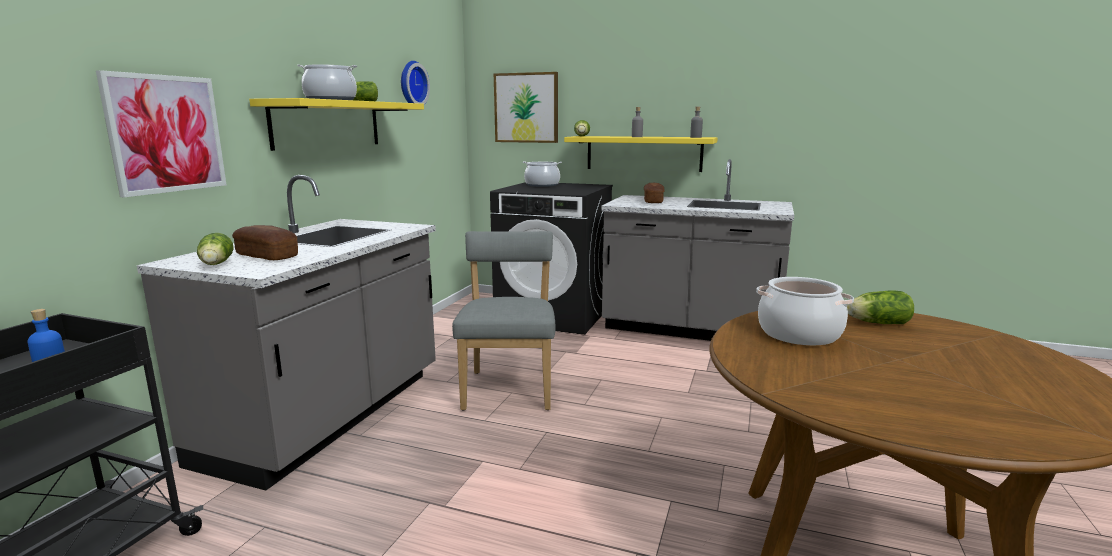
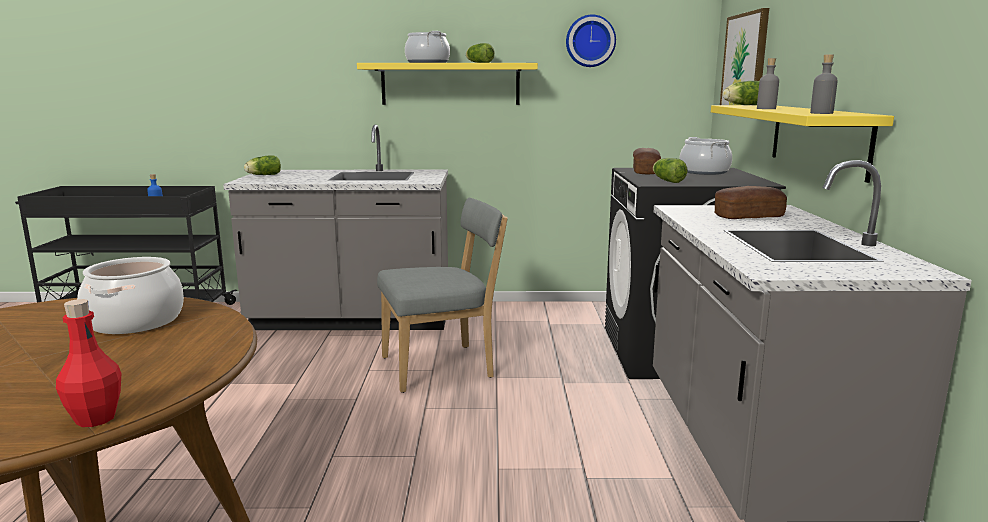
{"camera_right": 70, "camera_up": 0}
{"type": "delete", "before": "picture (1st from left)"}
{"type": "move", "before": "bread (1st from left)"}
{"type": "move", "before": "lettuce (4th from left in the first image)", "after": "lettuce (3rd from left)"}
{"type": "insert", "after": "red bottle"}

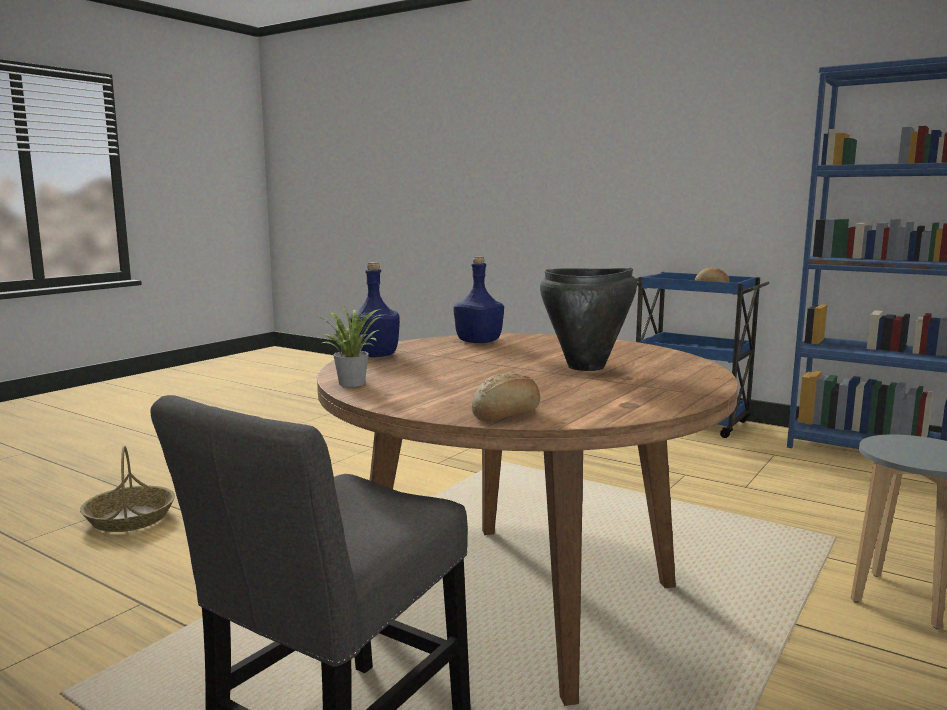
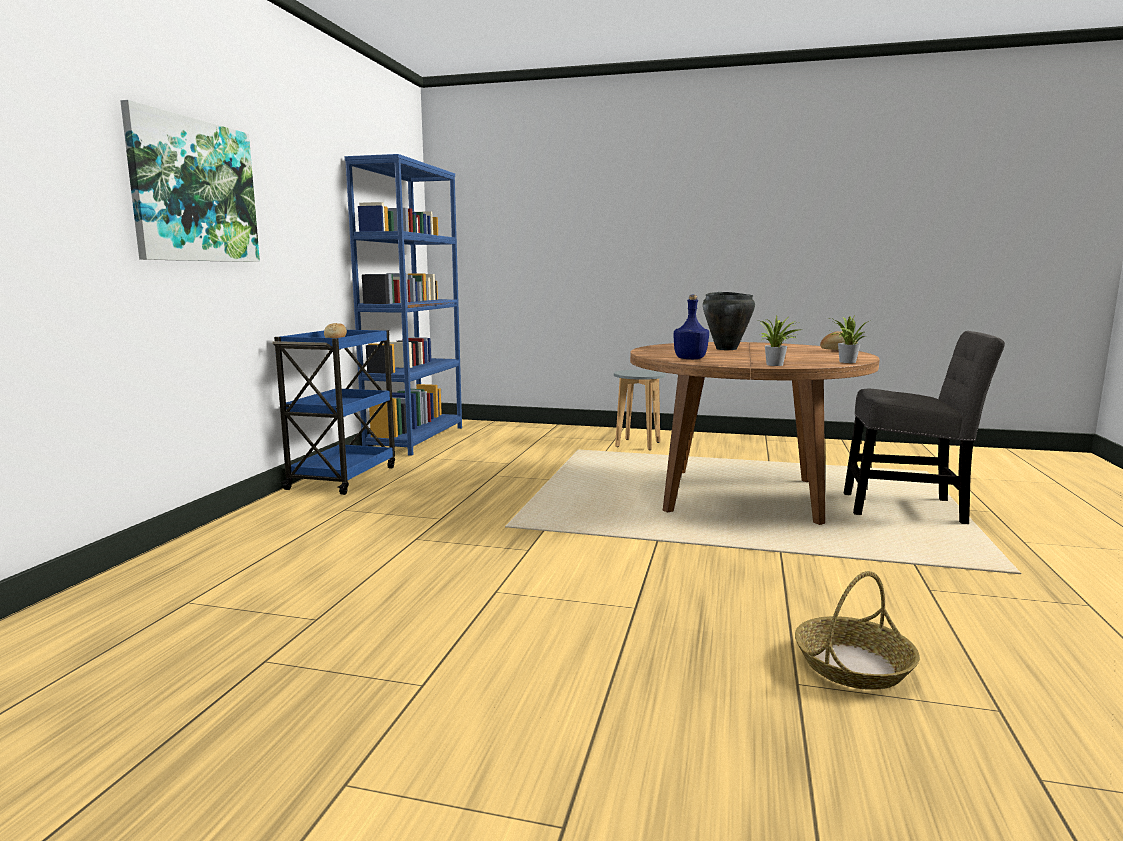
{"camera_right": -110, "camera_up": 0}
{"type": "replace", "before": "blue bottle (1st from left)", "after": "potted plant (1st from left)"}
{"type": "insert", "after": "picture"}

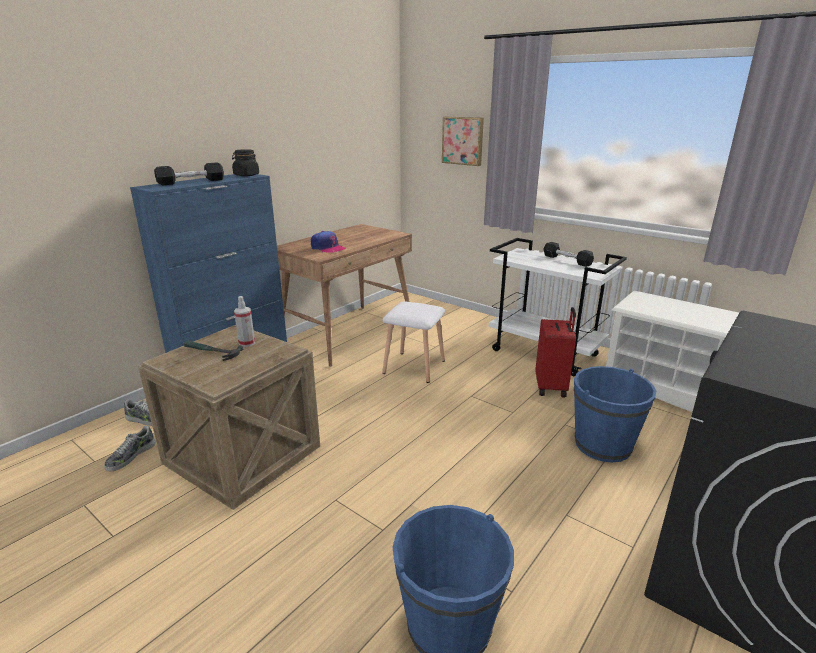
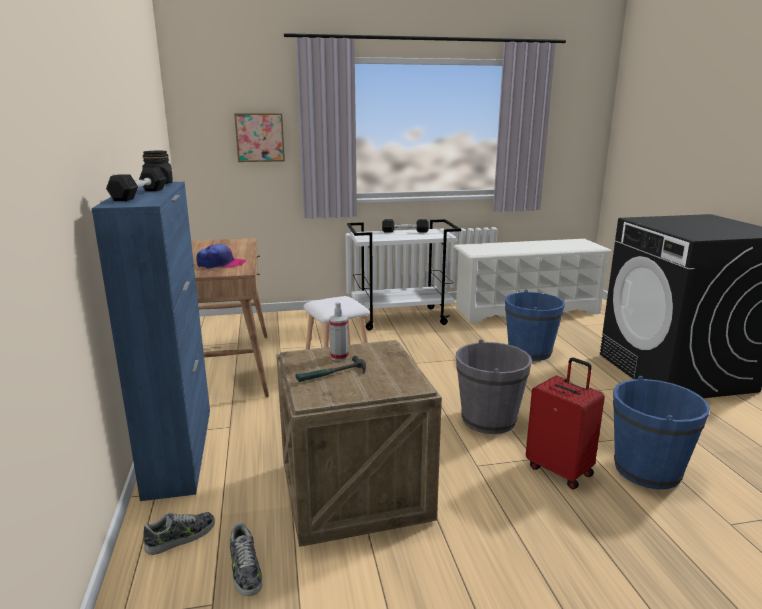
{"camera_right": -50, "camera_up": -5}
{"type": "move", "before": "red suitcase"}
{"type": "insert", "after": "grey bucket"}

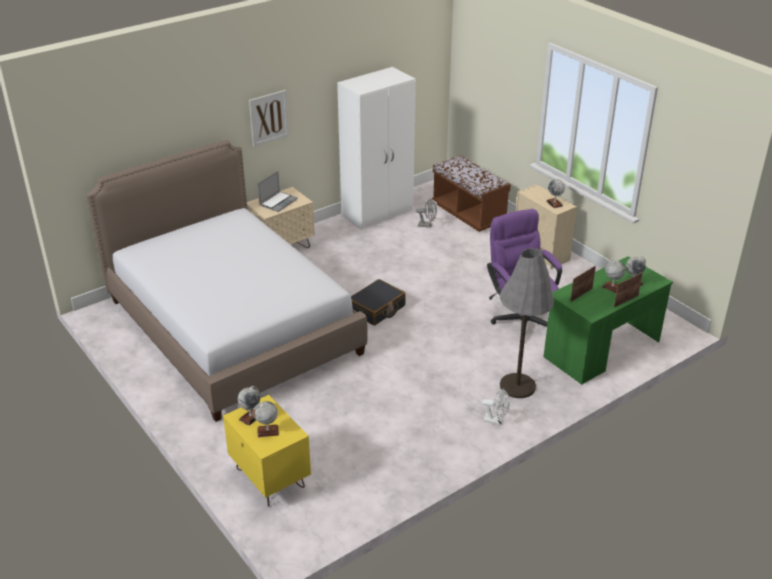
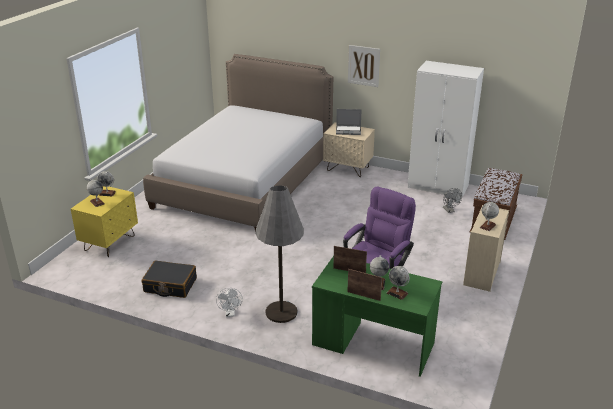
{"camera_right": 60, "camera_up": -5}
{"type": "move", "before": "black suitcase"}

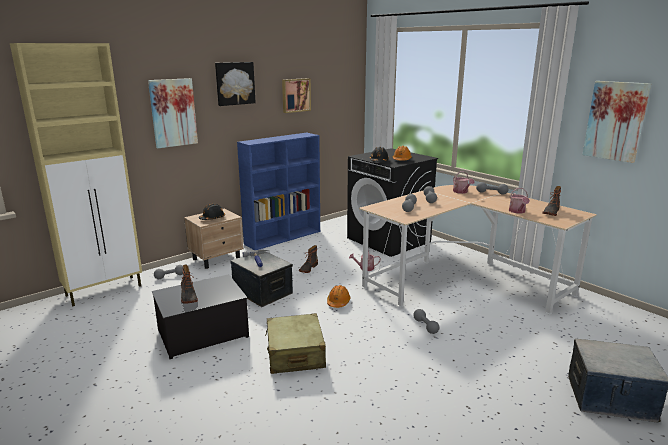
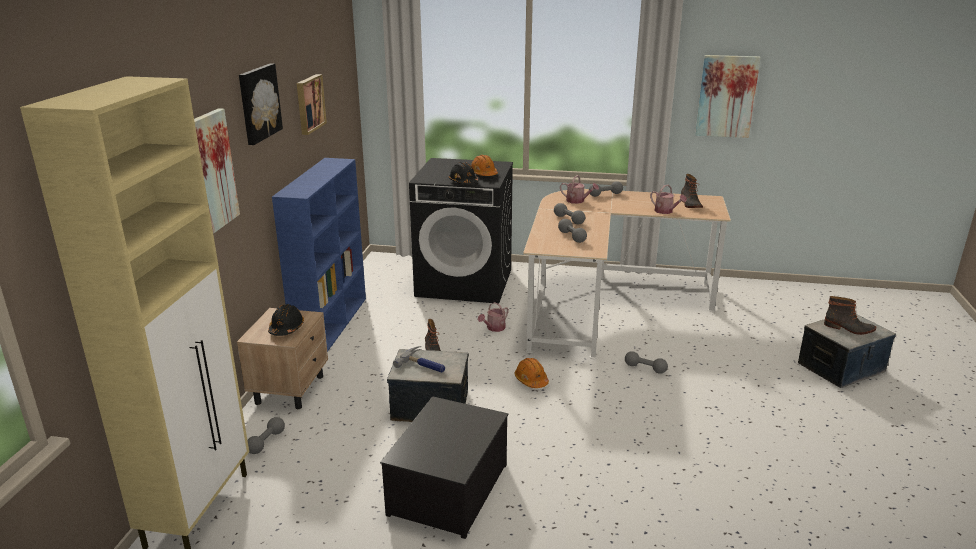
{"camera_right": -40, "camera_up": 5}
{"type": "move", "before": "boot (1st from left in the first image)", "after": "boot (3rd from left)"}
{"type": "delete", "before": "beige suitcase"}

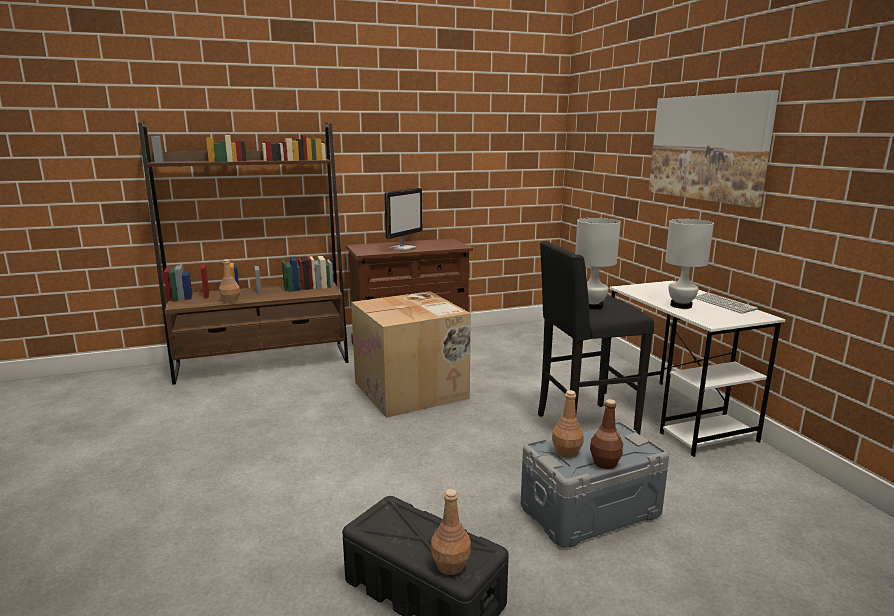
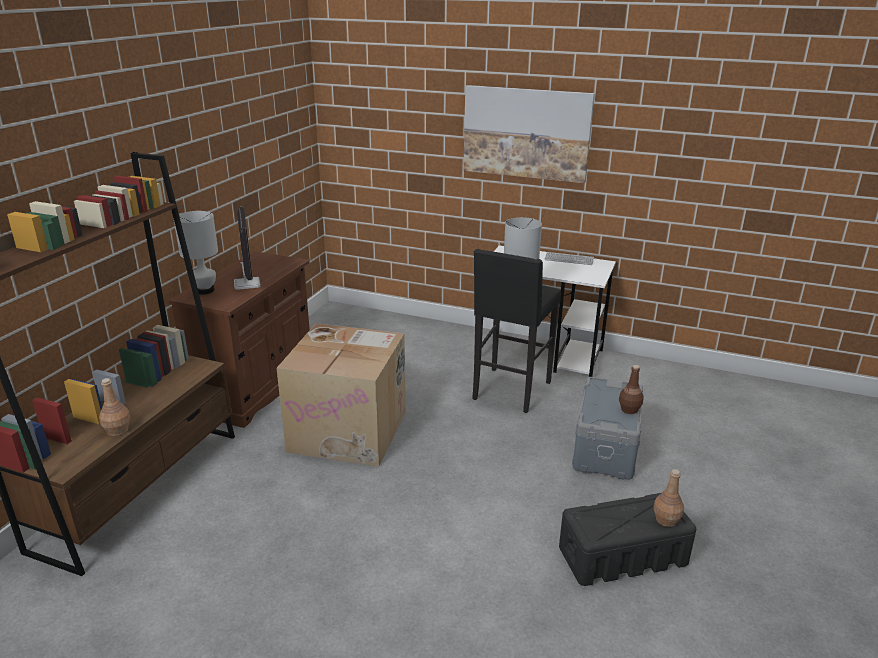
{"camera_right": -50, "camera_up": 10}
{"type": "move", "before": "white table lamp (2nd from left in the first image)", "after": "white table lamp (1st from left)"}
{"type": "delete", "before": "brown bottle (3rd from left)"}

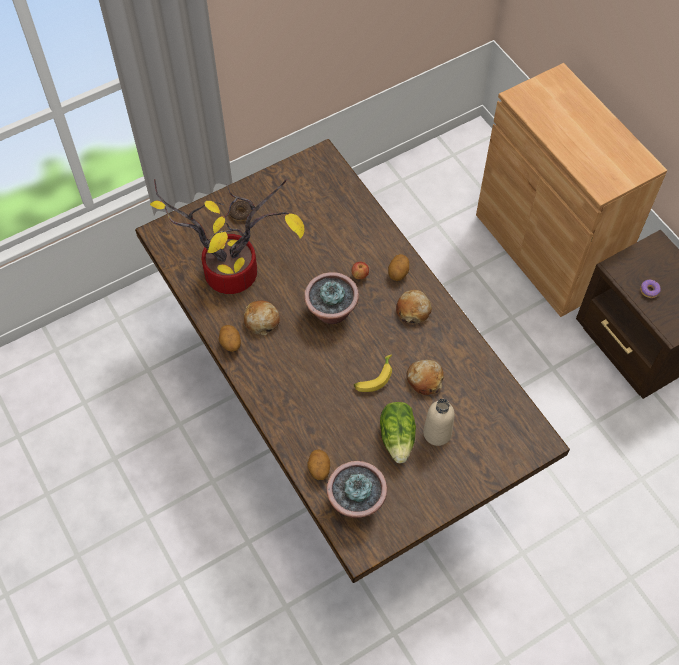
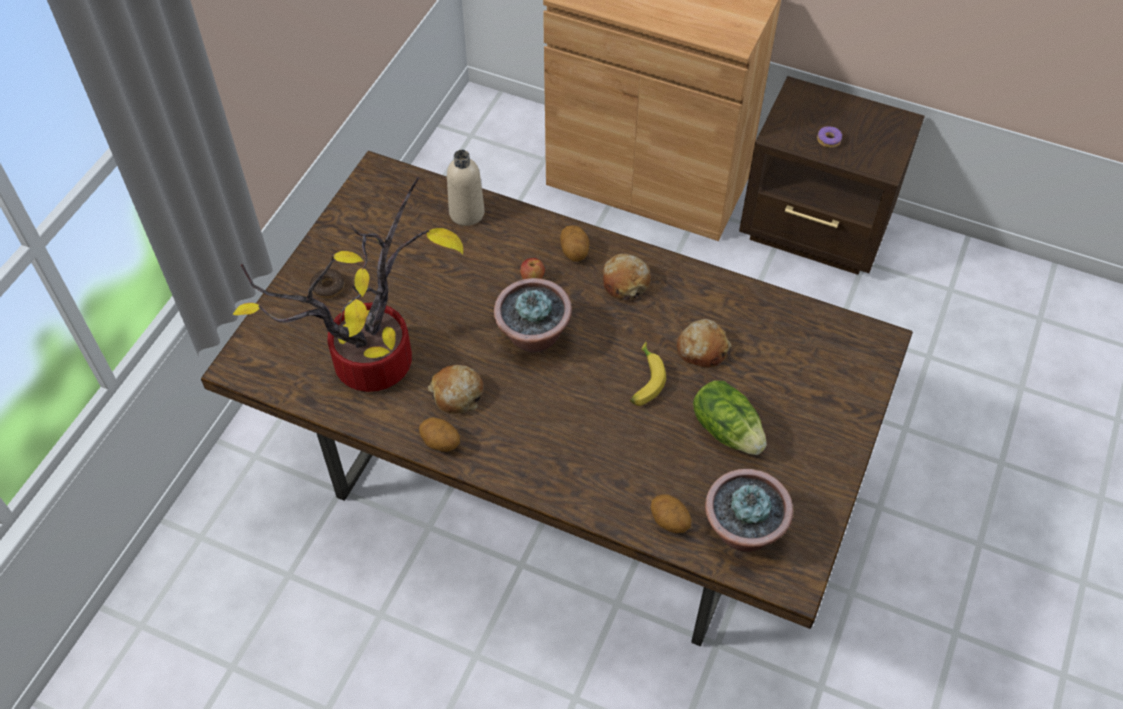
{"camera_right": -35, "camera_up": -5}
{"type": "move", "before": "beige bottle"}

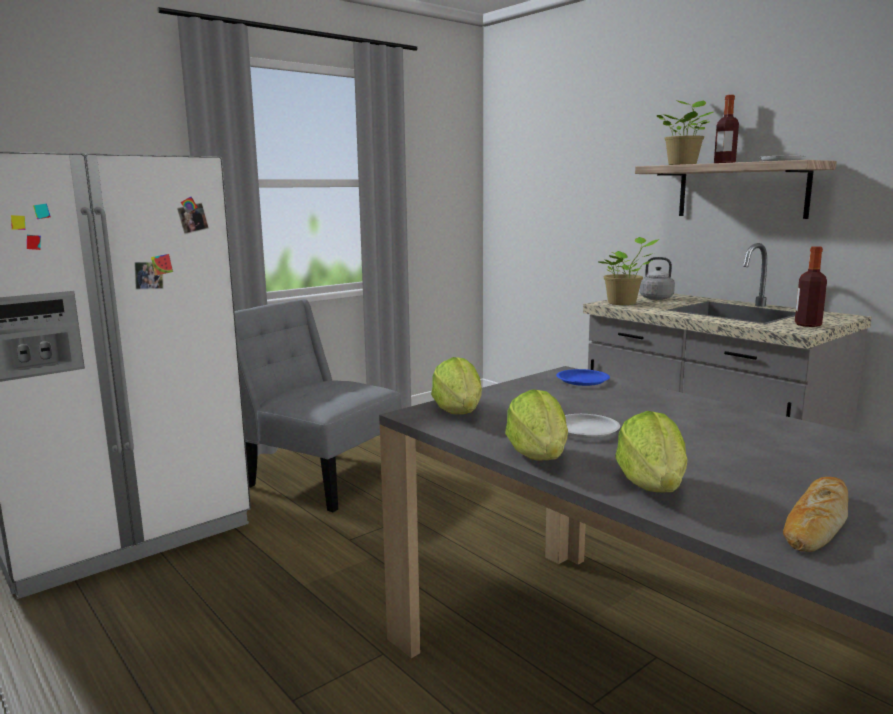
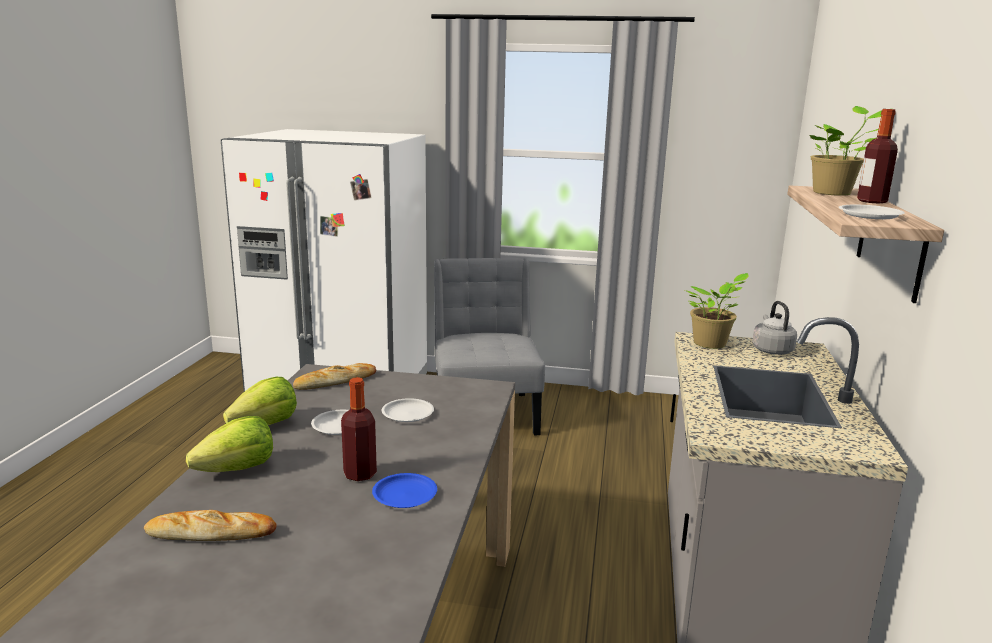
{"camera_right": 50, "camera_up": 5}
{"type": "move", "before": "bottle (2nd from left in the first image)", "after": "bottle (1st from left)"}
{"type": "replace", "before": "lettuce (1st from left)", "after": "bread (2nd from left)"}
{"type": "move", "before": "blue plate"}
{"type": "insert", "after": "white plate (2nd from left)"}

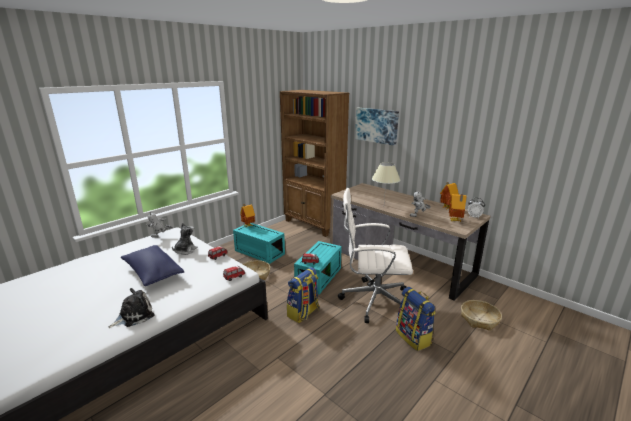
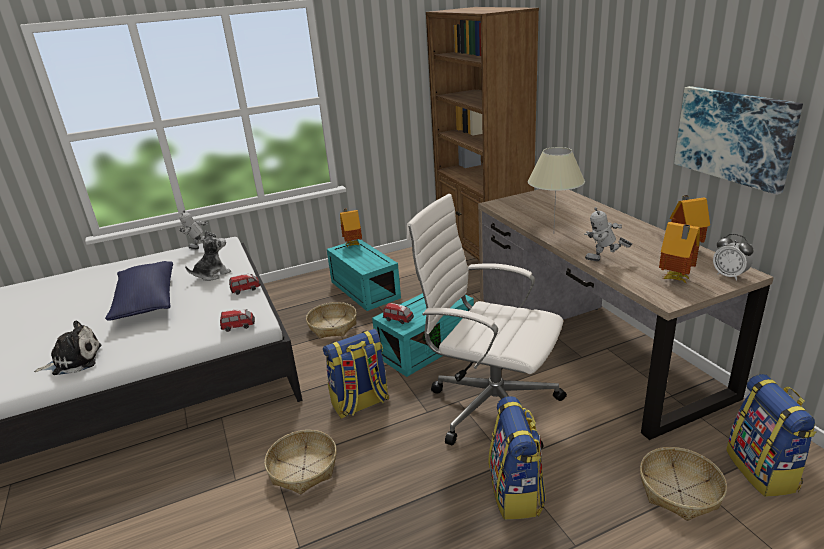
{"camera_right": 25, "camera_up": 5}
{"type": "move", "before": "picture"}
{"type": "insert", "after": "backpack (3rd from left)"}
{"type": "insert", "after": "basket (1st from left)"}

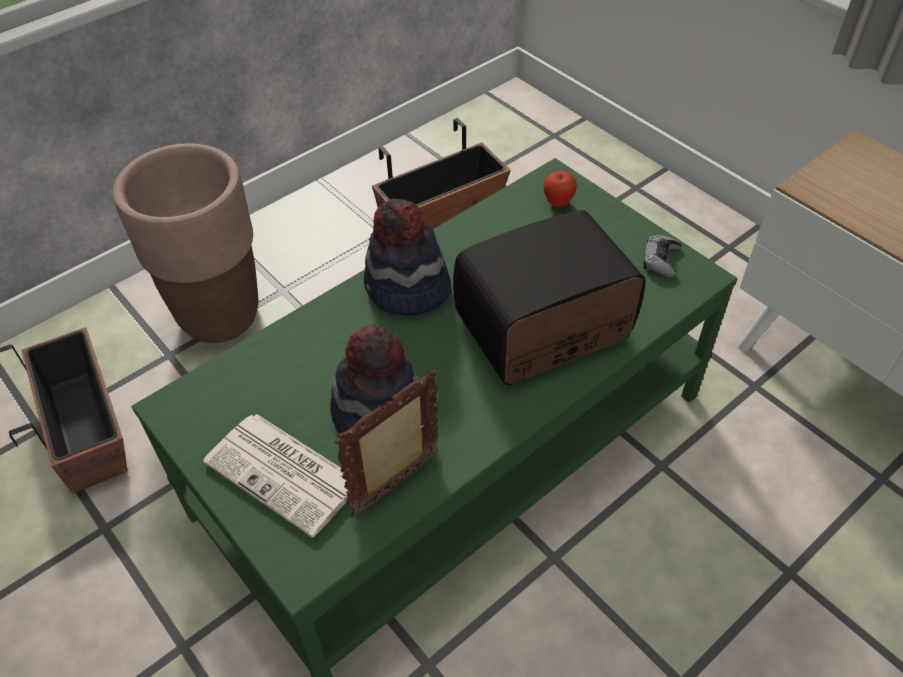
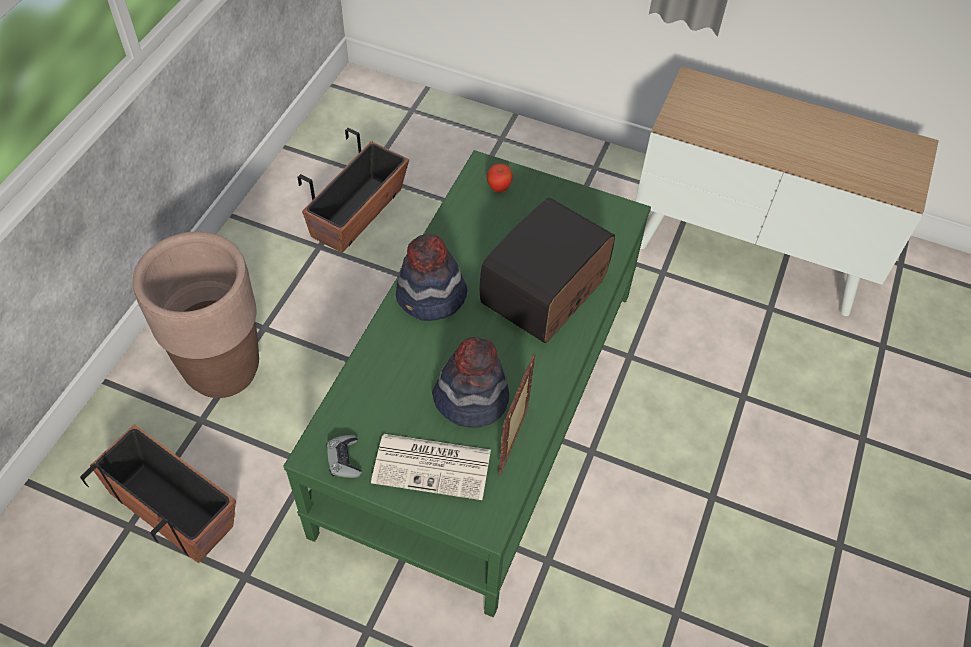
{"camera_right": -30, "camera_up": 5}
{"type": "move", "before": "grey game controller"}

